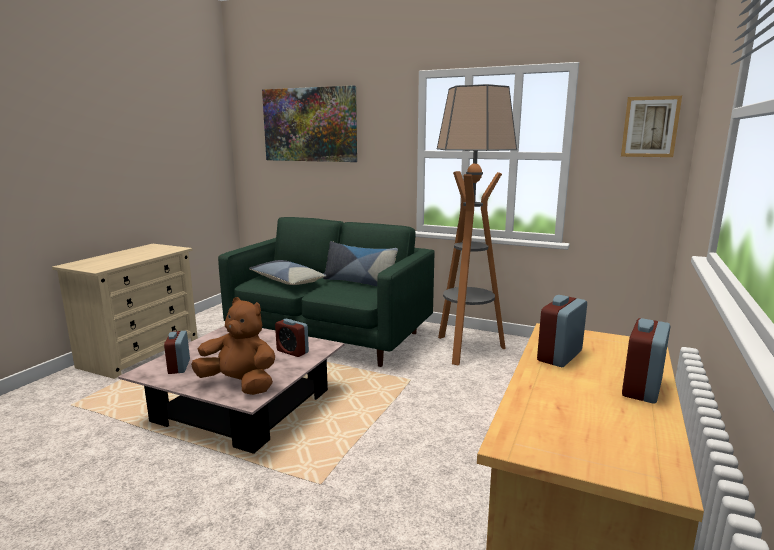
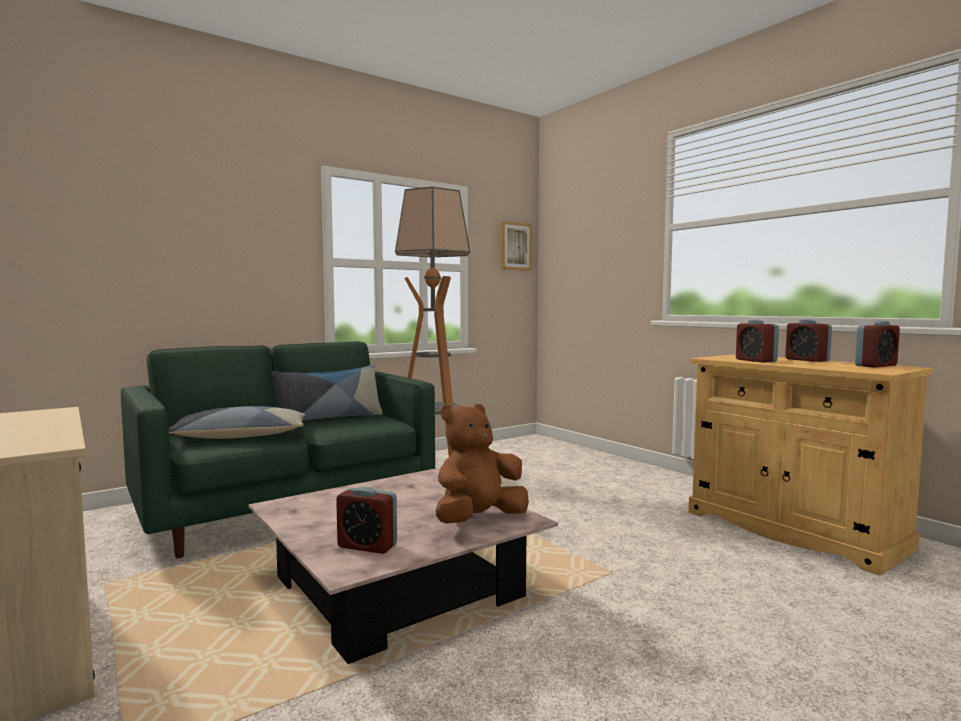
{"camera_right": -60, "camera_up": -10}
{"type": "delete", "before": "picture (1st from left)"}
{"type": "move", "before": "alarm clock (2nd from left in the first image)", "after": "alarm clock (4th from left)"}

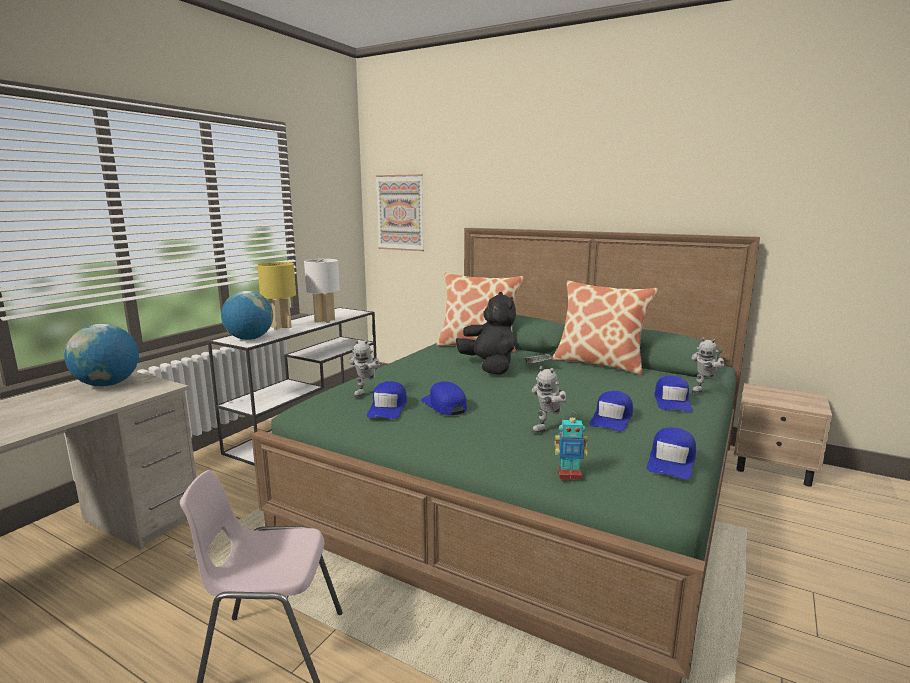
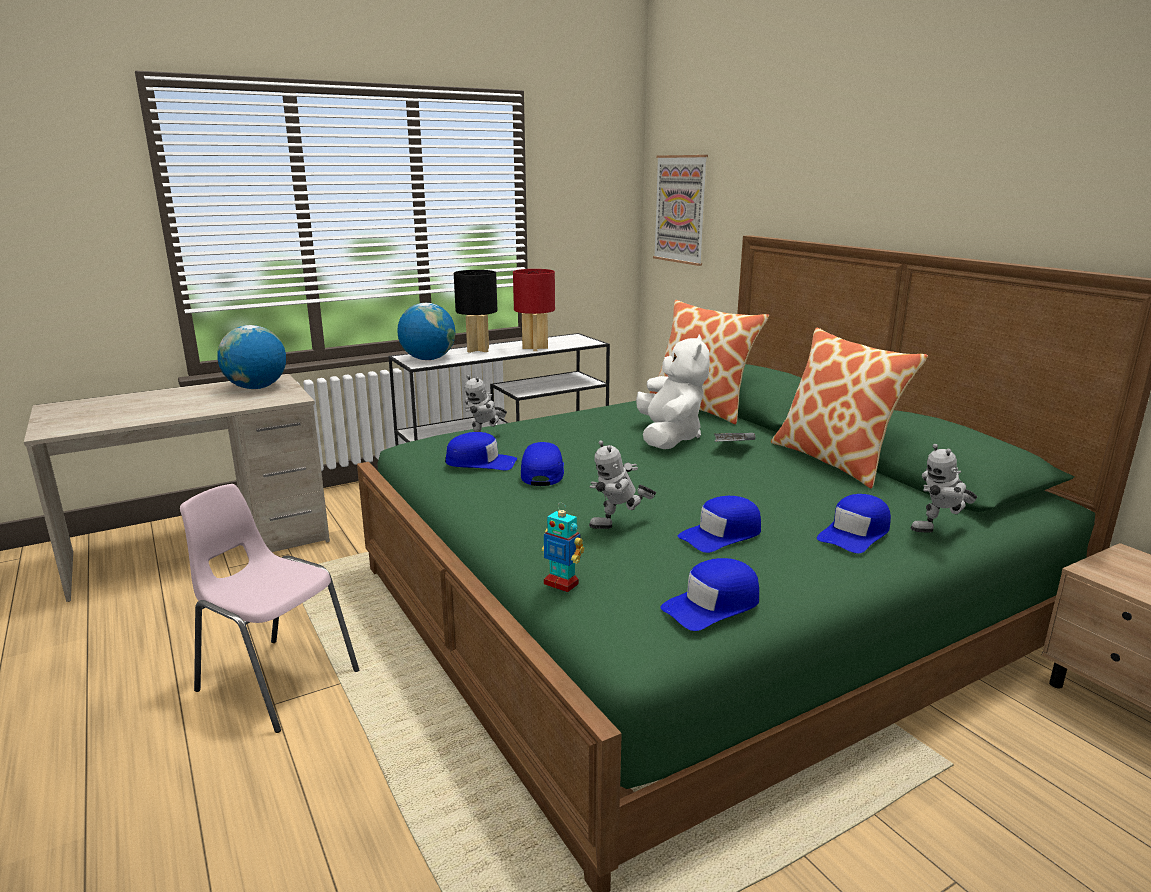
{"camera_right": 30, "camera_up": 5}
{"type": "recolor", "before": "white table lamp", "after": "red table lamp"}
{"type": "recolor", "before": "yellow table lamp", "after": "black table lamp"}
{"type": "recolor", "before": "black plush toy", "after": "white plush toy"}
{"type": "rotate", "before": "blue cap (1st from left)", "turn": -120}

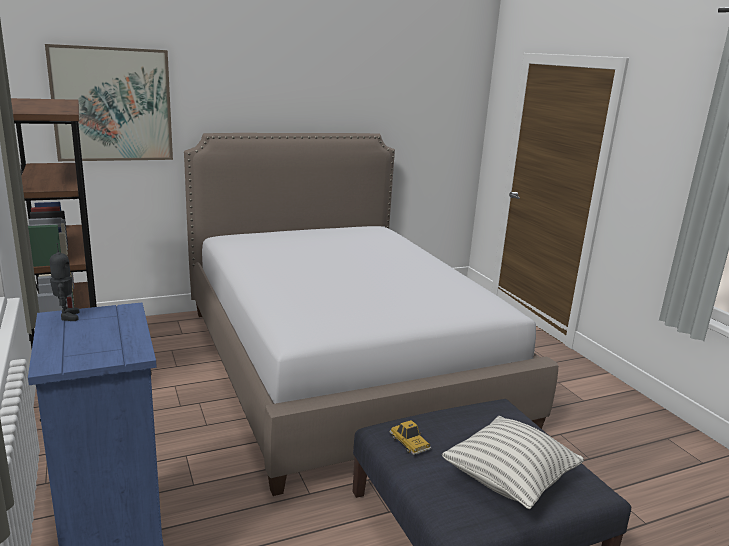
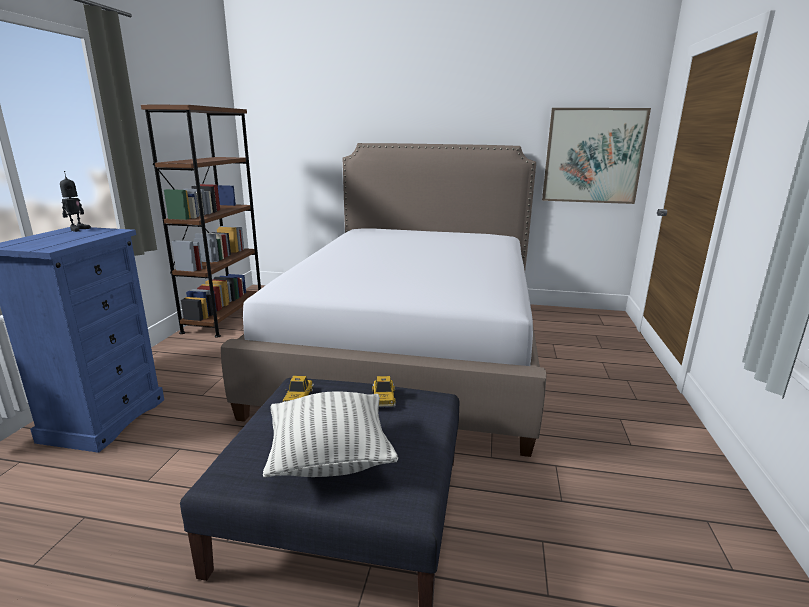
{"camera_right": 35, "camera_up": 0}
{"type": "move", "before": "picture"}
{"type": "insert", "after": "toy car (2nd from left)"}

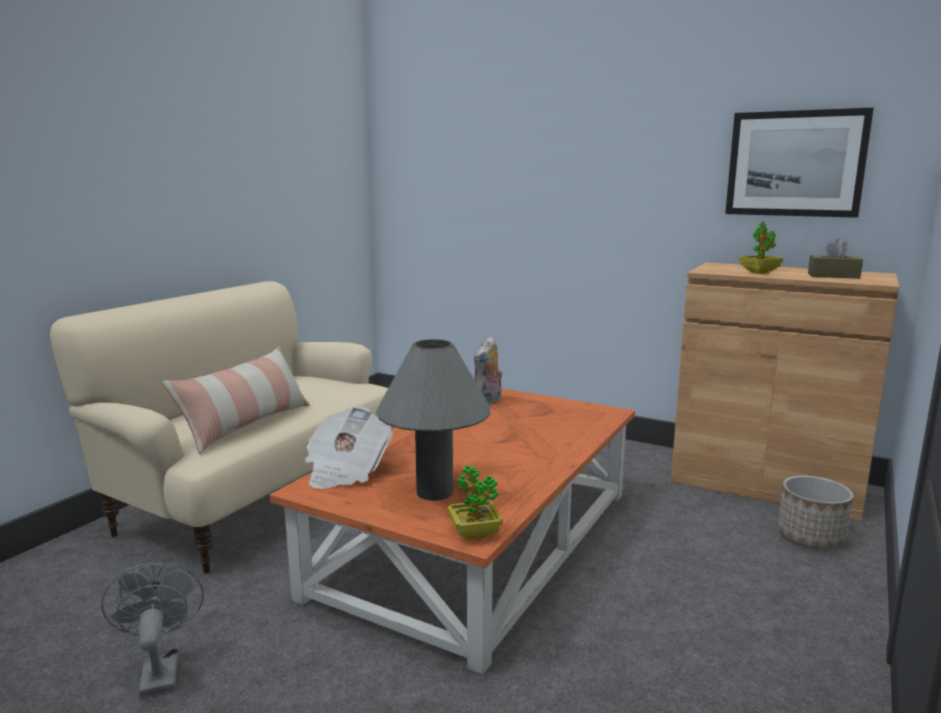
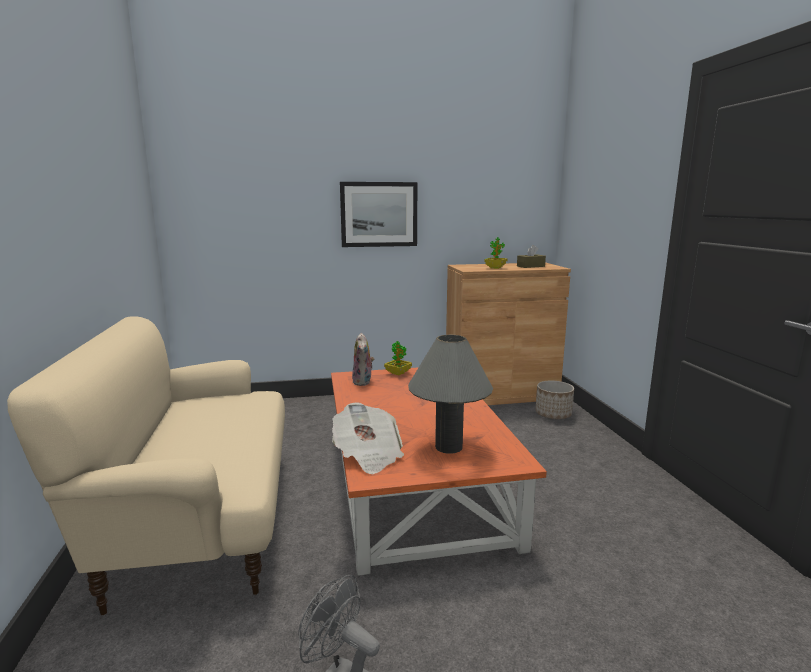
{"camera_right": -40, "camera_up": 0}
{"type": "move", "before": "picture"}
{"type": "delete", "before": "pillow"}
{"type": "move", "before": "potted plant (1st from left)"}

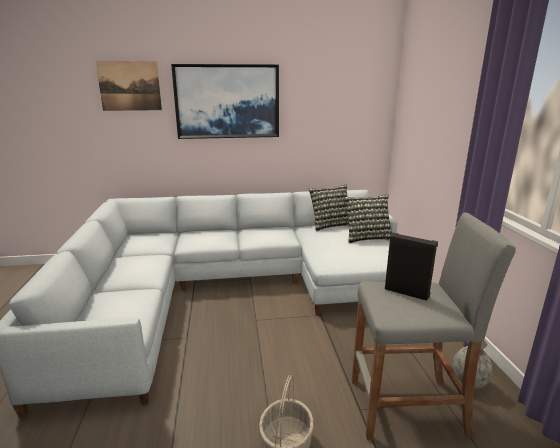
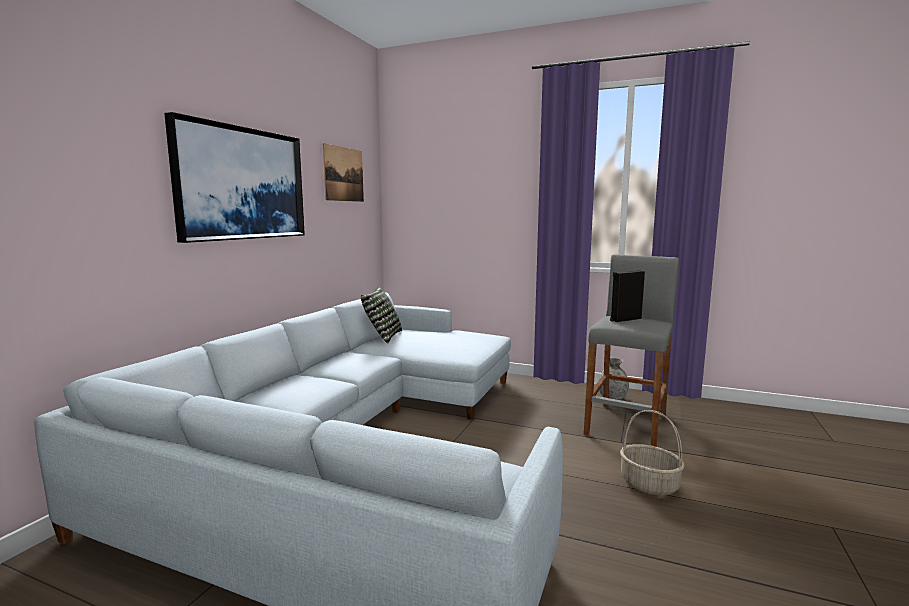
{"camera_right": -60, "camera_up": -10}
{"type": "move", "before": "picture (1st from left in the first image)", "after": "picture (2nd from left)"}
{"type": "delete", "before": "pillow (2nd from left)"}

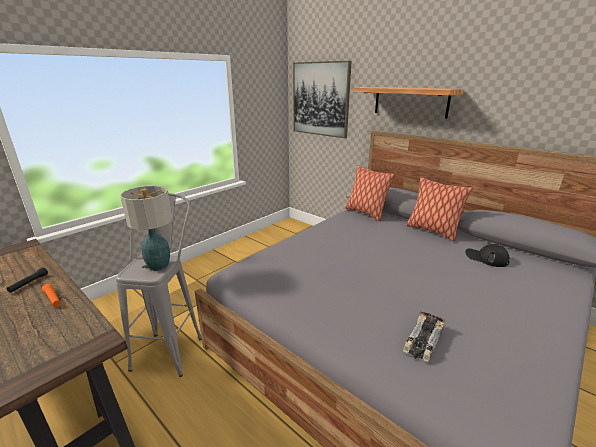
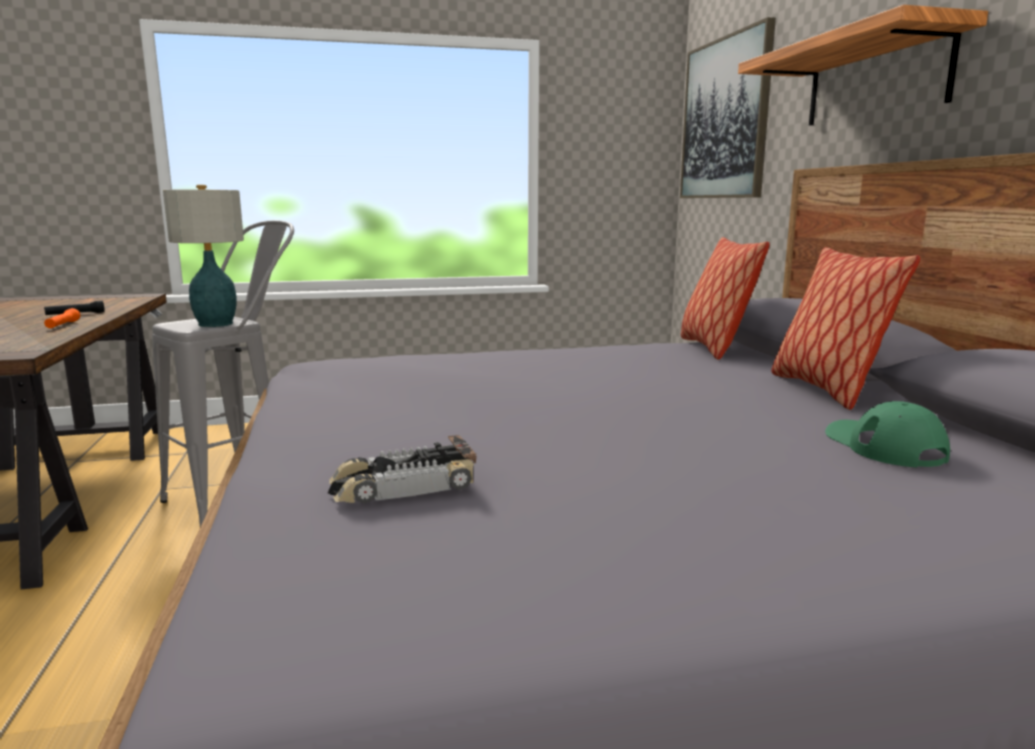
{"camera_right": 35, "camera_up": -10}
{"type": "recolor", "before": "black cap", "after": "green cap"}

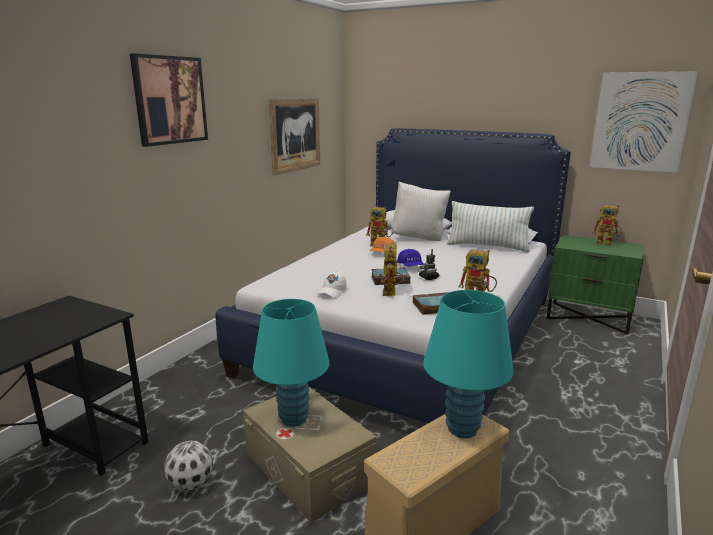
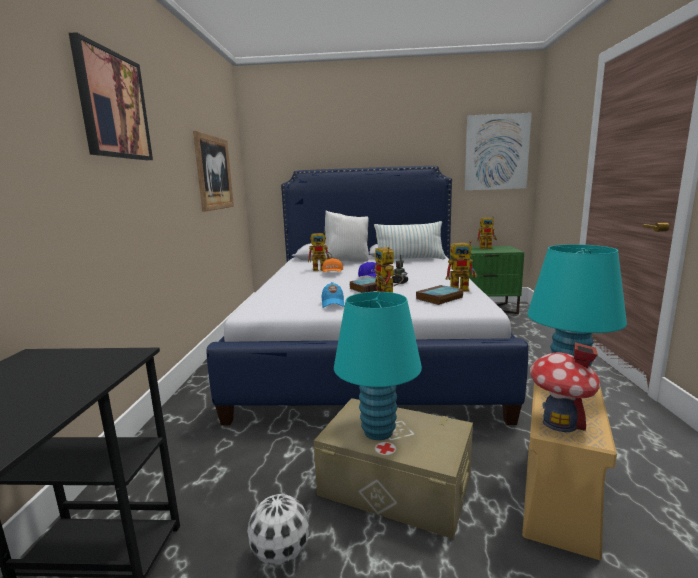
{"camera_right": -25, "camera_up": -5}
{"type": "recolor", "before": "white cap", "after": "blue cap (1st from left)"}
{"type": "insert", "after": "toy house"}

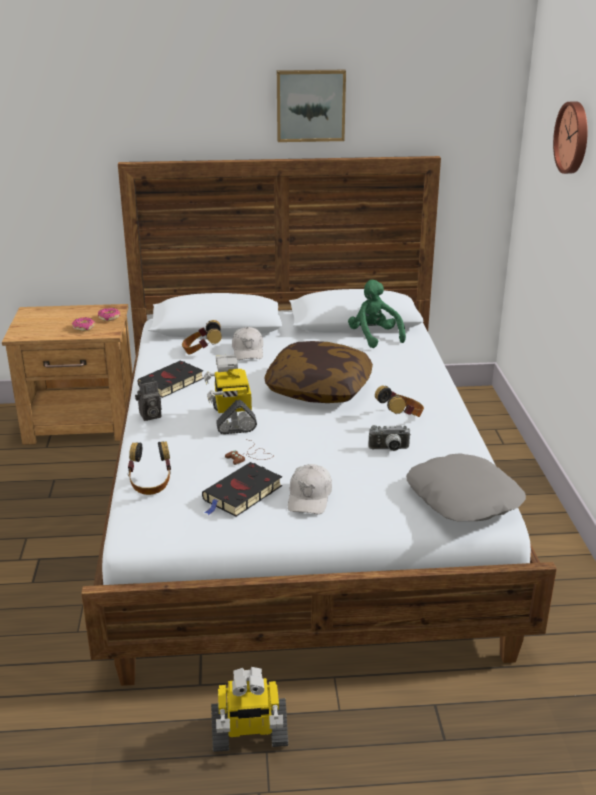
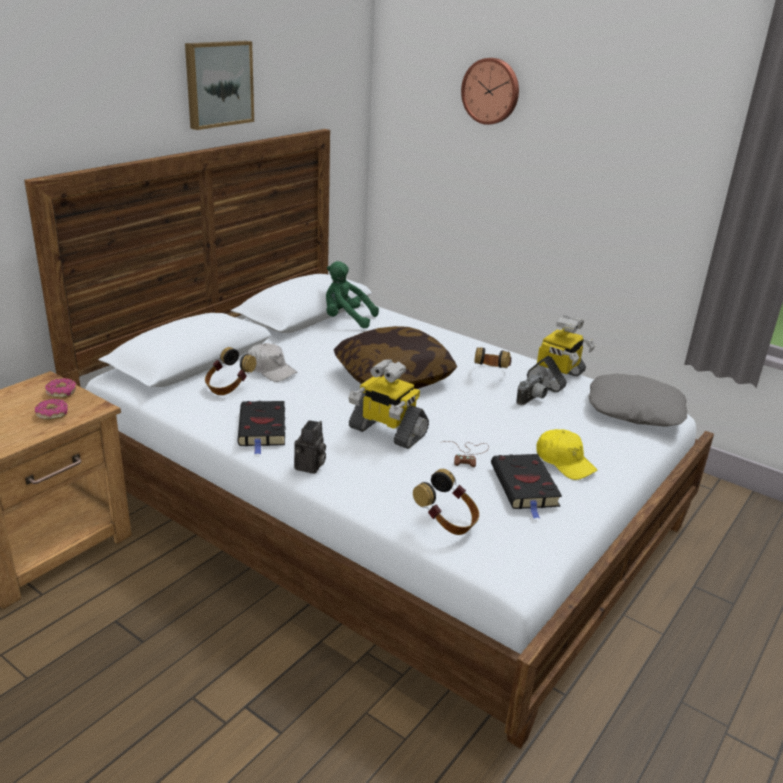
{"camera_right": -50, "camera_up": 0}
{"type": "recolor", "before": "white cap (2nd from left)", "after": "yellow cap"}
{"type": "move", "before": "toy robot (2nd from left)"}

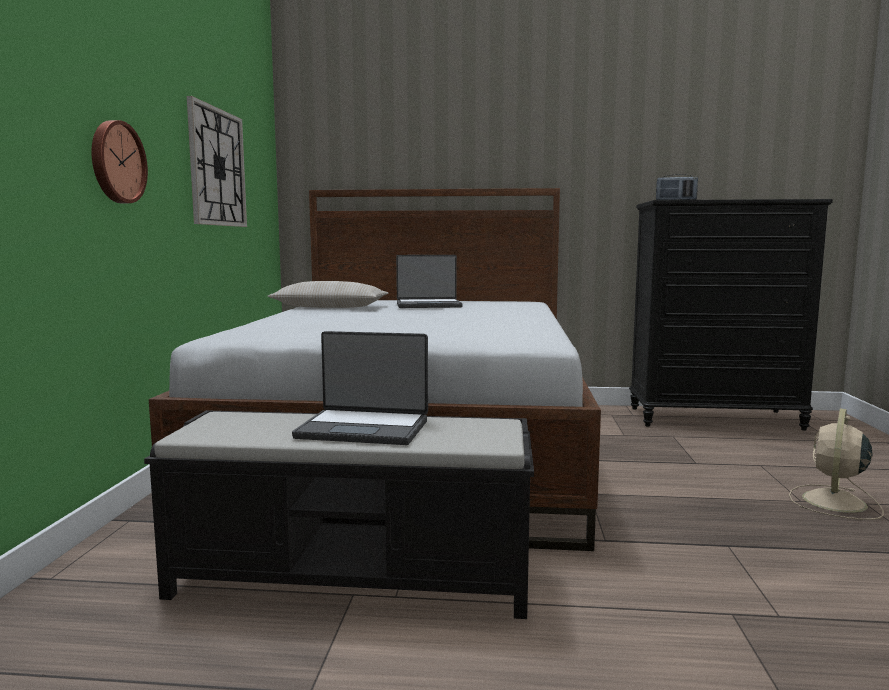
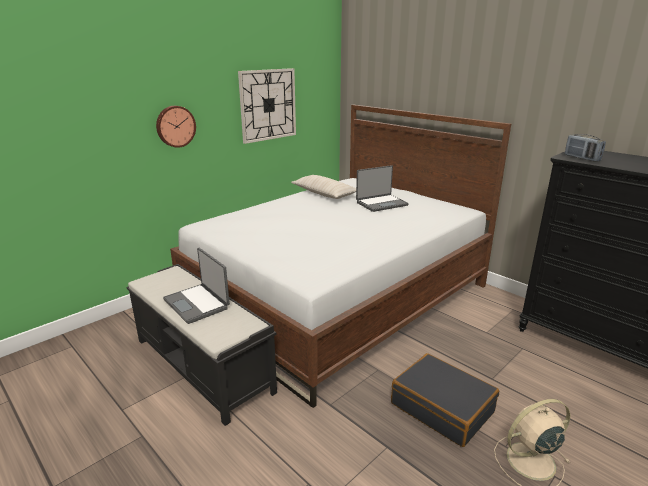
{"camera_right": 40, "camera_up": 15}
{"type": "rotate", "before": "laptop (2nd from left)", "turn": -60}
{"type": "insert", "after": "black suitcase"}

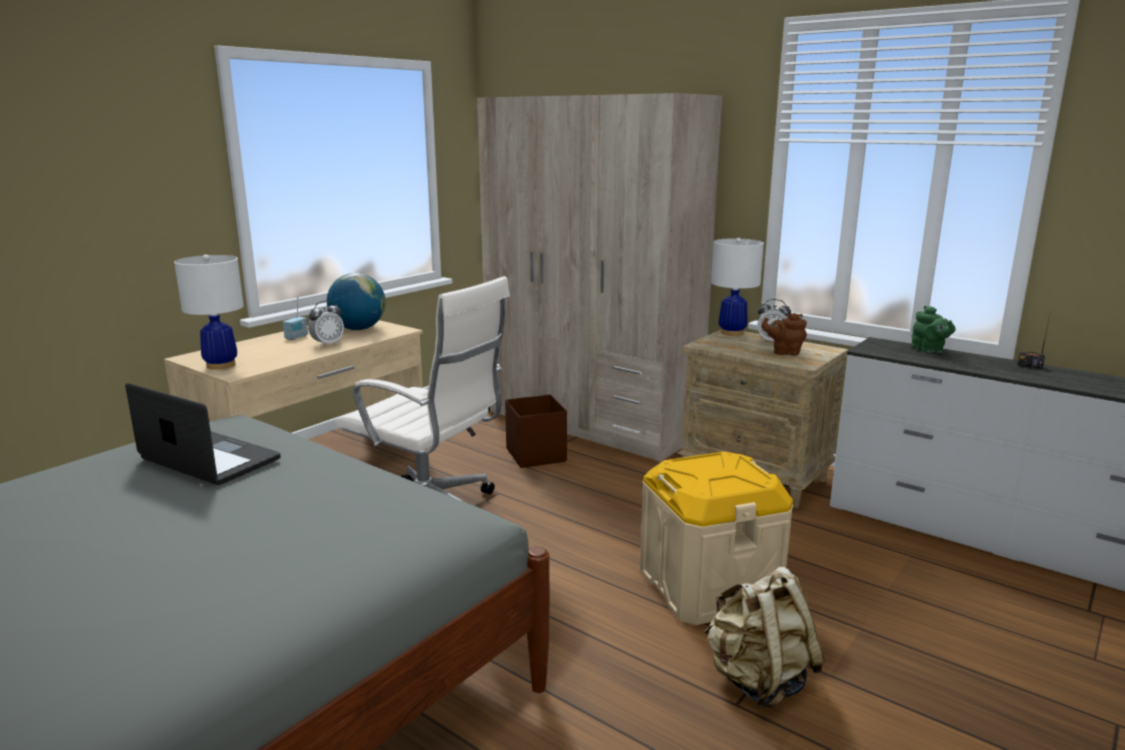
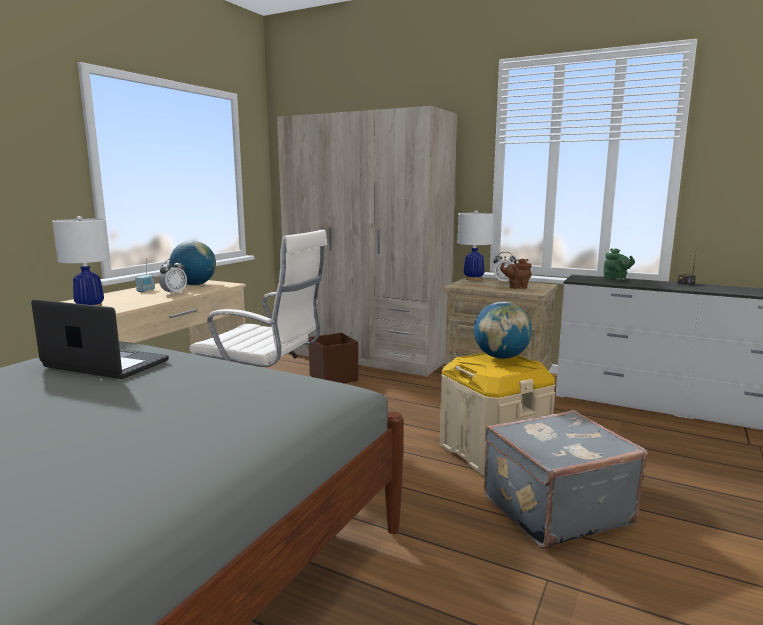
{"camera_right": -10, "camera_up": -5}
{"type": "replace", "before": "beige backpack", "after": "grey suitcase"}
{"type": "insert", "after": "globe (2nd from left)"}

